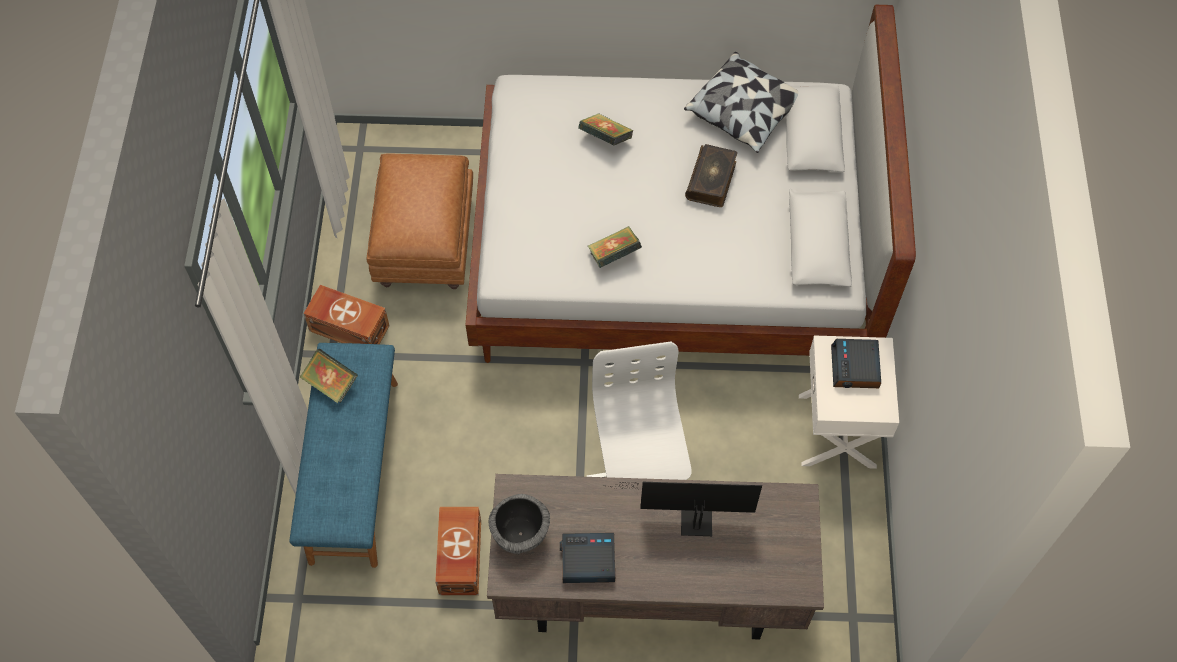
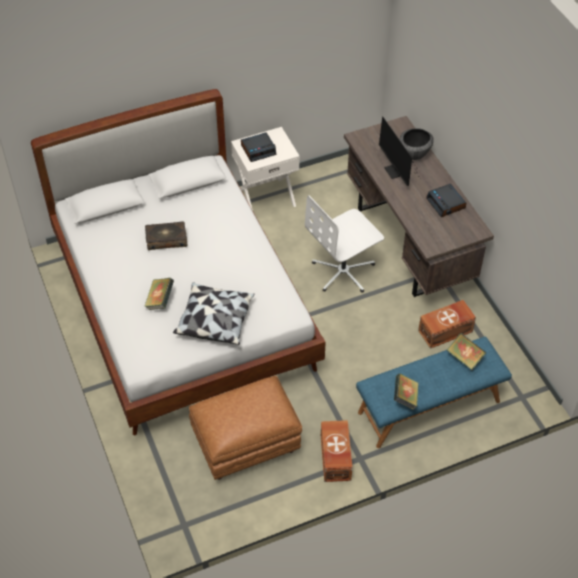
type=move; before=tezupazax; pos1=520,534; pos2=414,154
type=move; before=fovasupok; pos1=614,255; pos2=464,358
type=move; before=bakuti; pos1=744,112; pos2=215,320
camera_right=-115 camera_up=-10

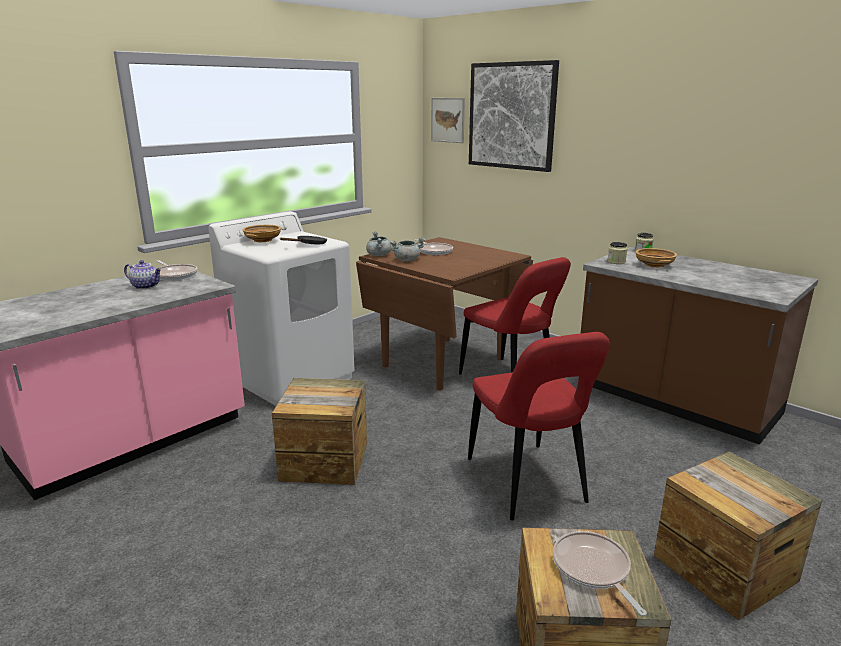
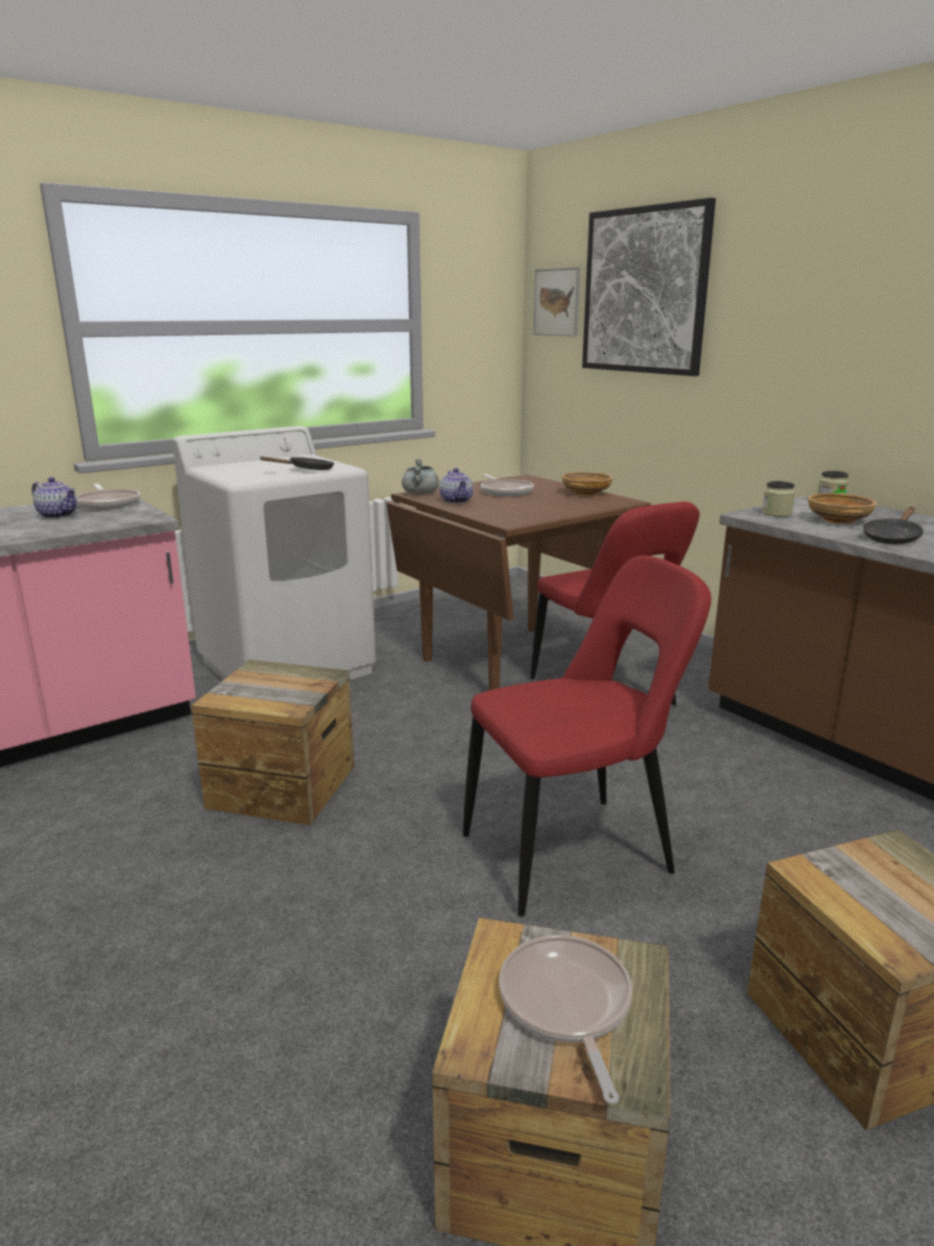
type=insert; after=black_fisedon; pos2=892,538
type=move; before=beige_tezupazax; pos1=263,240; pos2=586,493
type=replace; before=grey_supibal; after=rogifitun; pos1=407,260; pos2=457,501
type=rotate; before=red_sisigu; pos1=528,484; pos2=575,852; turn=-105
camera_right=10 camera_up=0

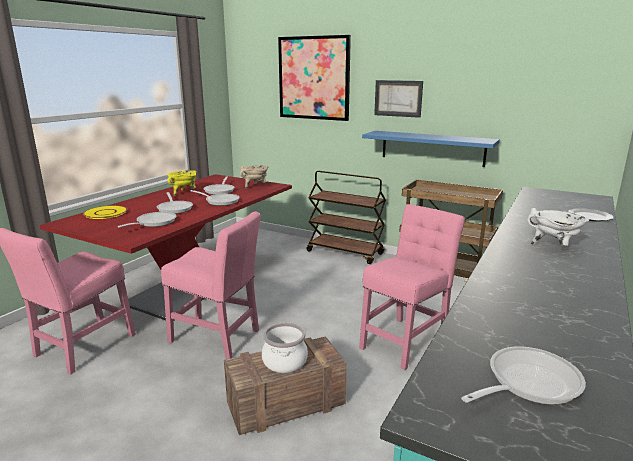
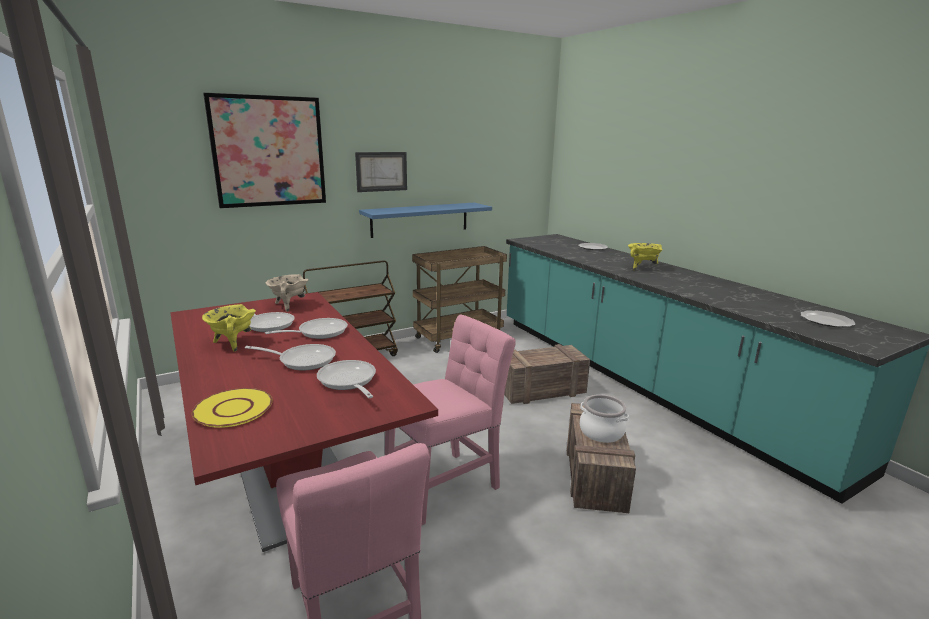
type=replace; before=pink_sisigu; after=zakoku; pos1=405,340; pos2=542,390
type=replace; before=fisedon; after=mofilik; pos1=527,383; pos2=826,321
type=recolor; before=white_supibal; after=yellow_supibal; pos1=554,247; pos2=642,268
camera_right=-60 camera_up=0

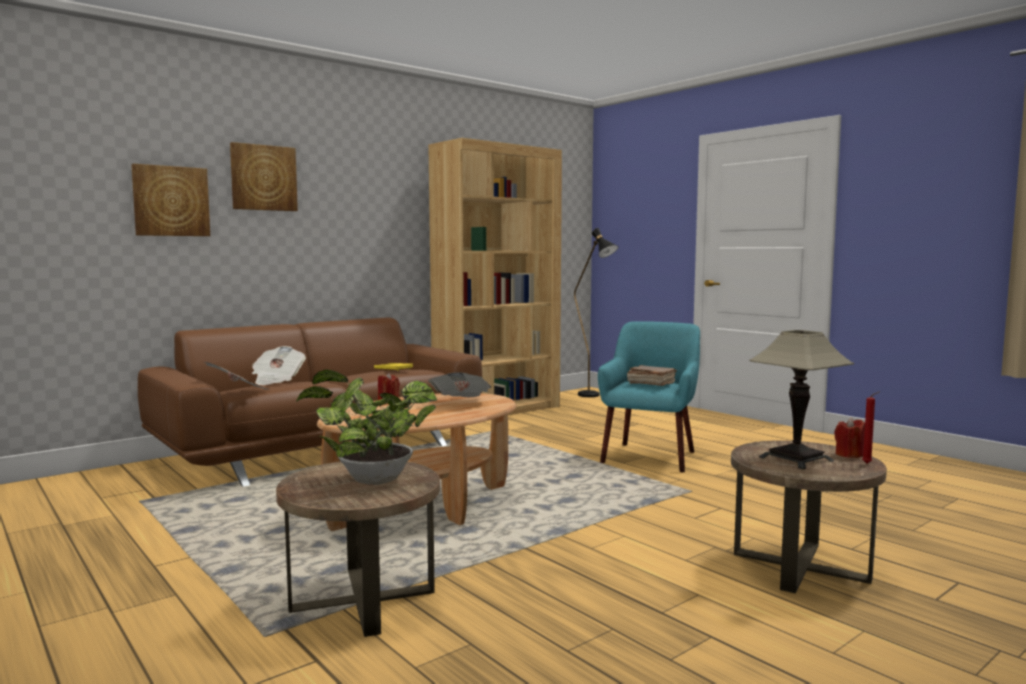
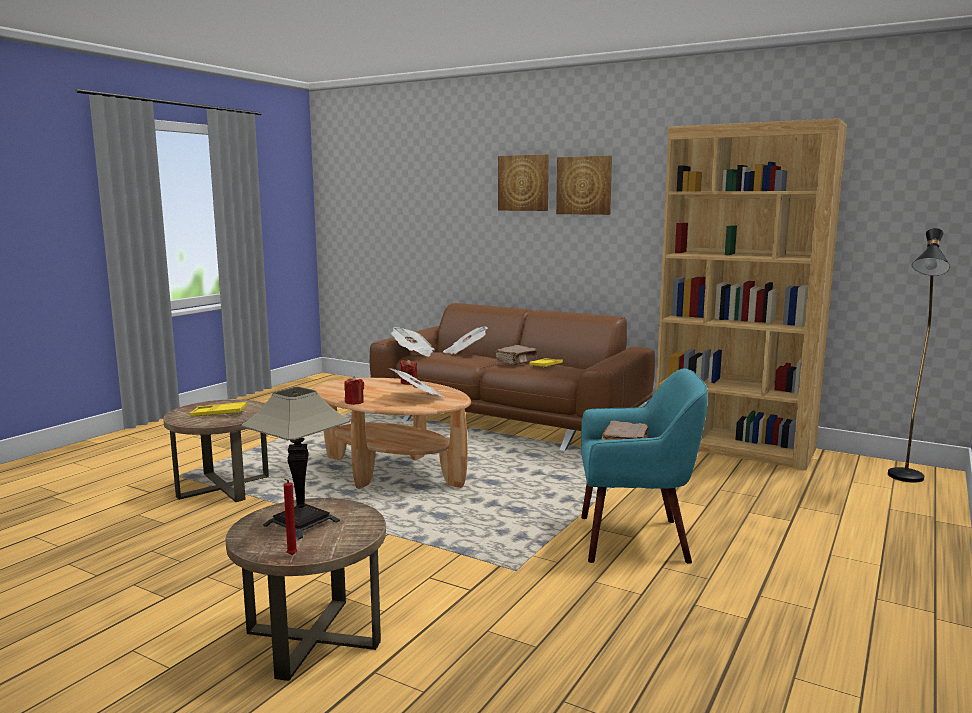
type=insert; after=brown_fovasupok; pos2=517,362
type=move; before=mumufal; pos1=171,201; pos2=584,185
type=move; before=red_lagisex; pos1=849,455; pos2=354,402
type=replace; before=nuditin; after=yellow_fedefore; pos1=370,480; pos2=218,413
camera_right=70 camera_up=5

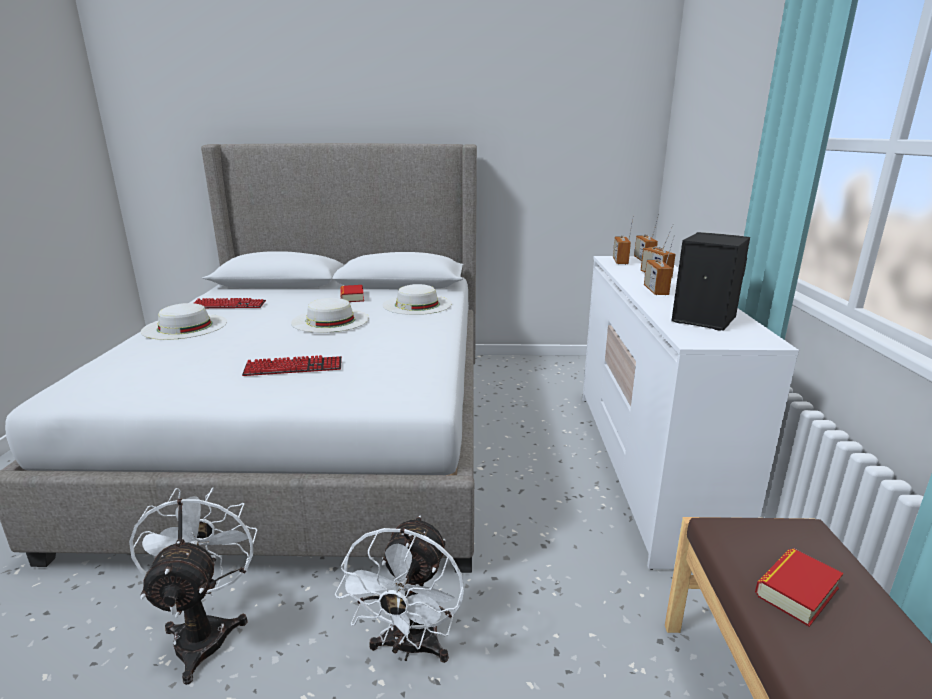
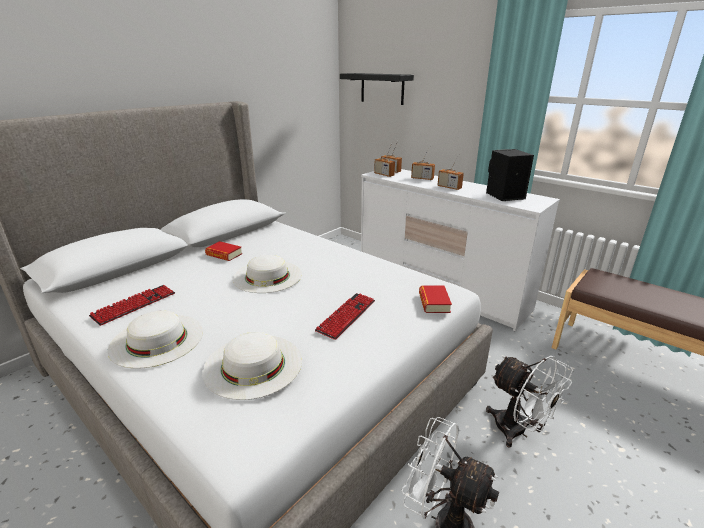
type=insert; after=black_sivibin; pos2=382,88
type=move; before=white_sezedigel; pos1=417,304; pos2=253,365
type=move; before=fovasupok; pos1=796,591; pos2=434,303
camera_right=-50 camera_up=5

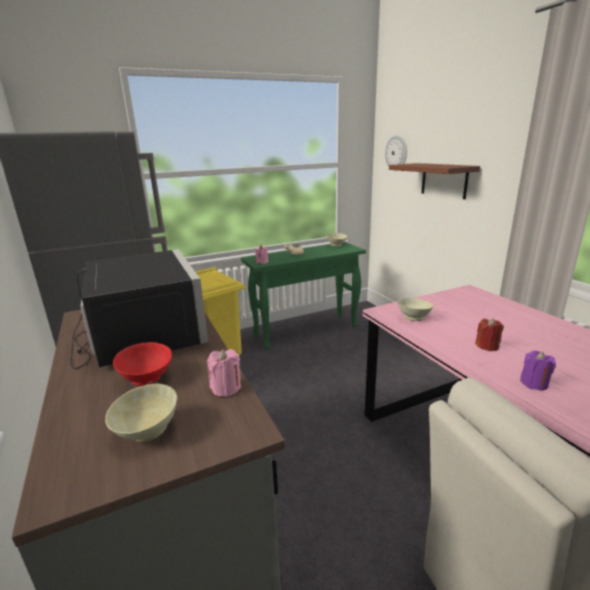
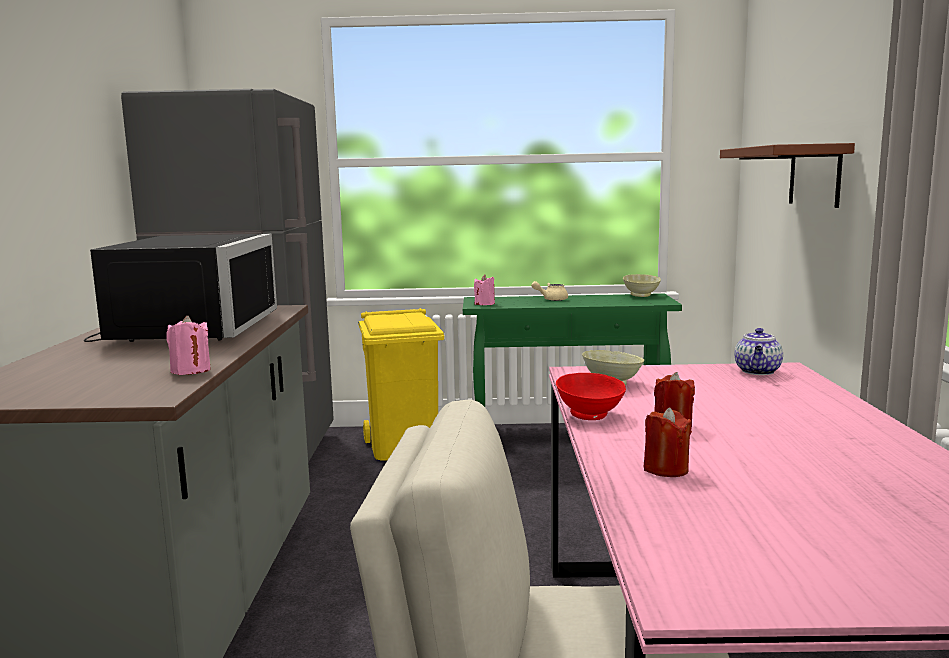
type=delete; before=beige_tezupazax; pos1=146,431
type=delete; before=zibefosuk; pos1=396,153
type=insert; after=rogifitun; pos2=758,371
type=move; before=red_tezupazax; pos1=146,379; pos2=589,416
type=recolor; before=purple_lagisex; after=red_lagisex; pos1=534,383; pos2=665,469
camera_right=25 camera_up=-10

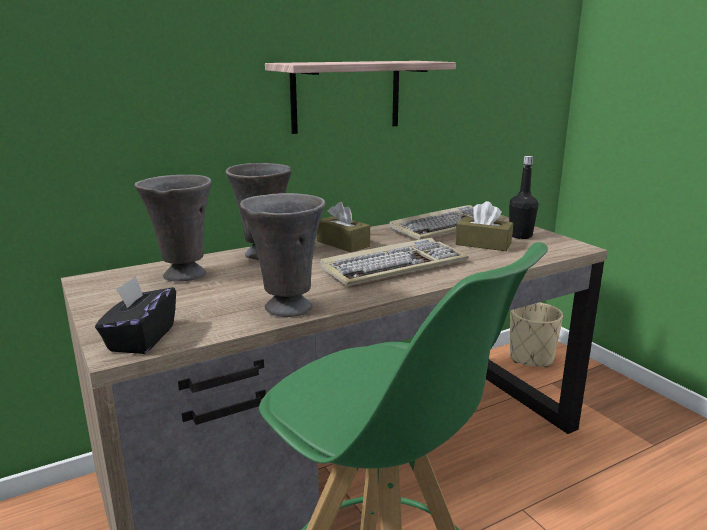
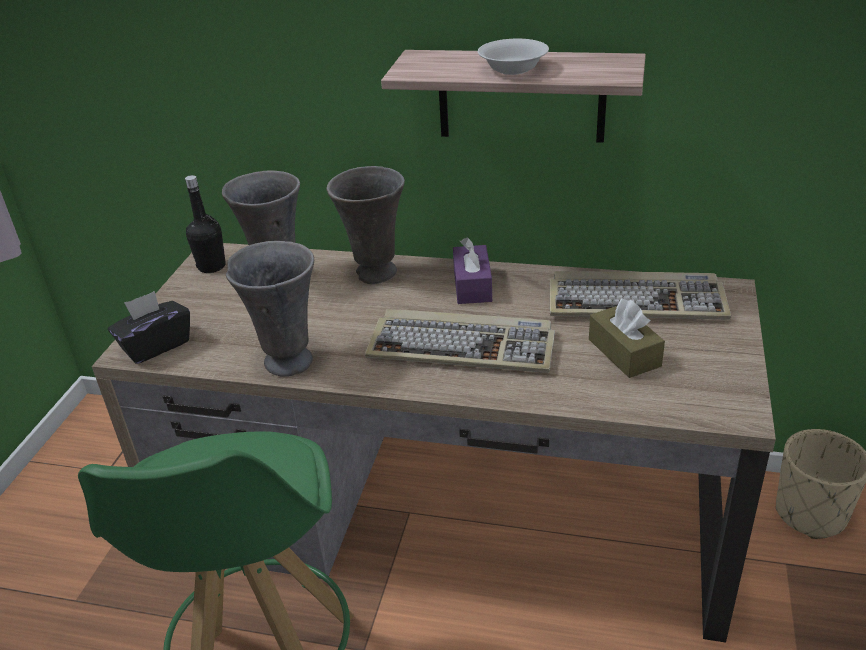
type=insert; after=white_tezupazax; pos2=513,69
type=move; before=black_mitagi; pos1=520,236; pos2=212,266
type=recolor; before=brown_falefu; after=purple_falefu; pos1=342,243; pos2=472,285
camera_right=45 camera_up=15

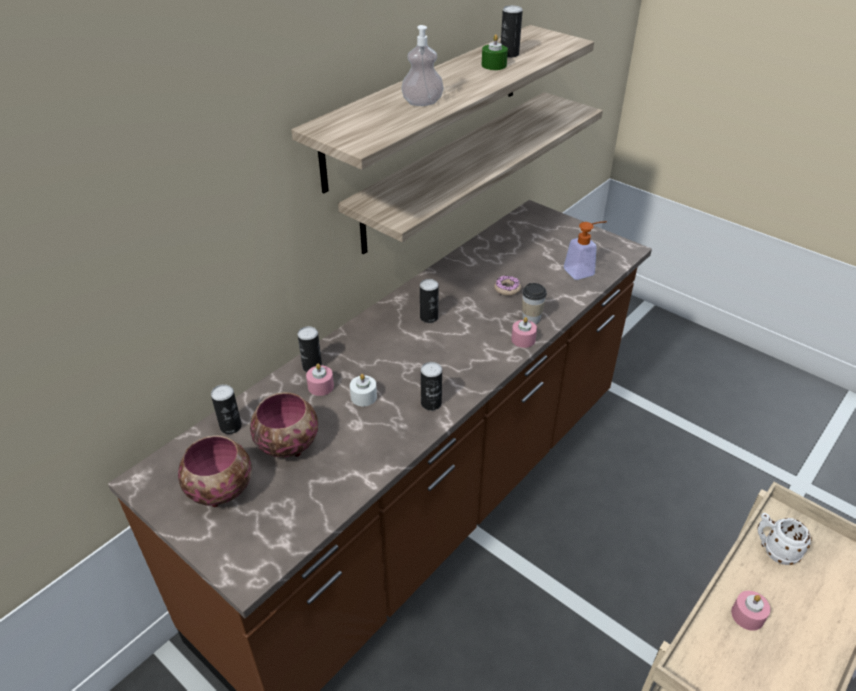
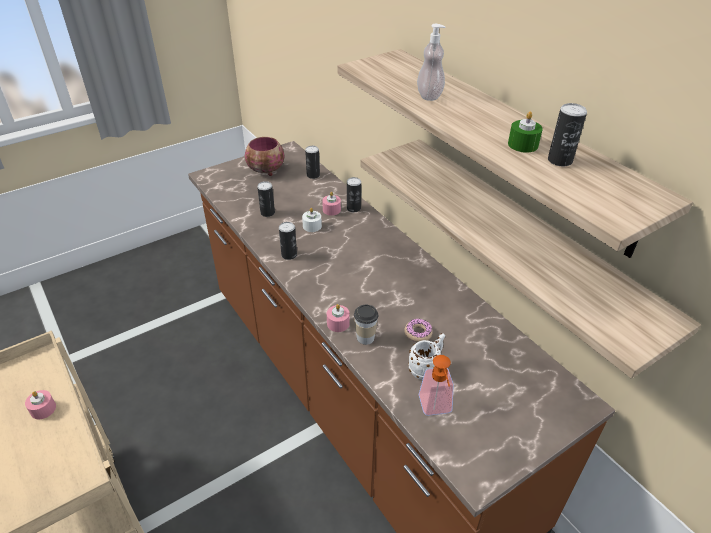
type=delete; before=tezupazax; pos1=287,443
type=move; before=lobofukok; pos1=429,317; pos2=267,213
type=move; before=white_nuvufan; pos1=774,550; pos2=426,368
camera_right=105 camera_up=0

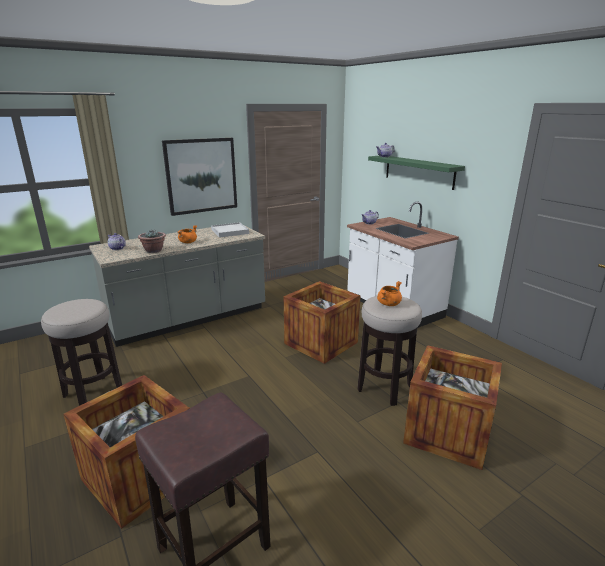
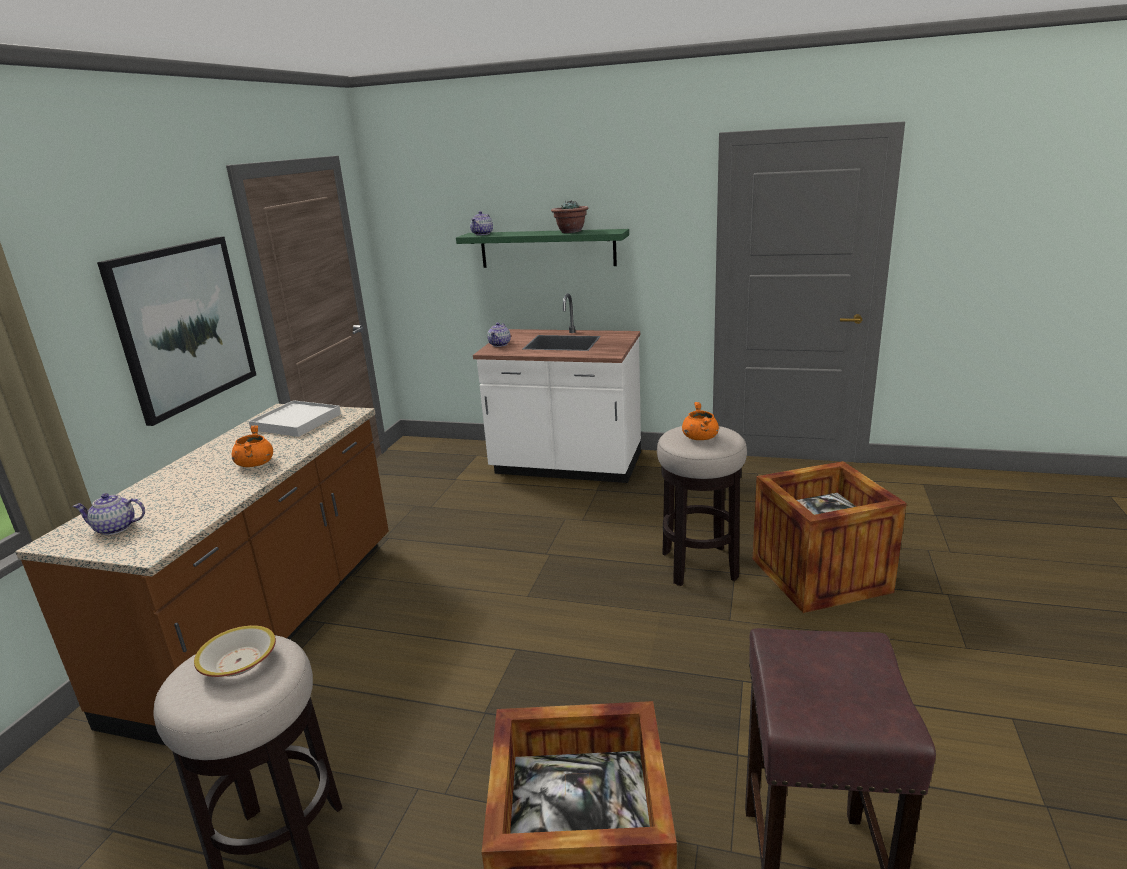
type=delete; before=zakoku; pos1=321,343
type=insert; after=tezupazax; pos2=239,661
type=move; before=nuditin; pos1=154,250; pos2=570,232
type=recolor; before=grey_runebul; after=brown_runebul; pos1=189,318; pos2=269,624
camera_right=-40 camera_up=0

